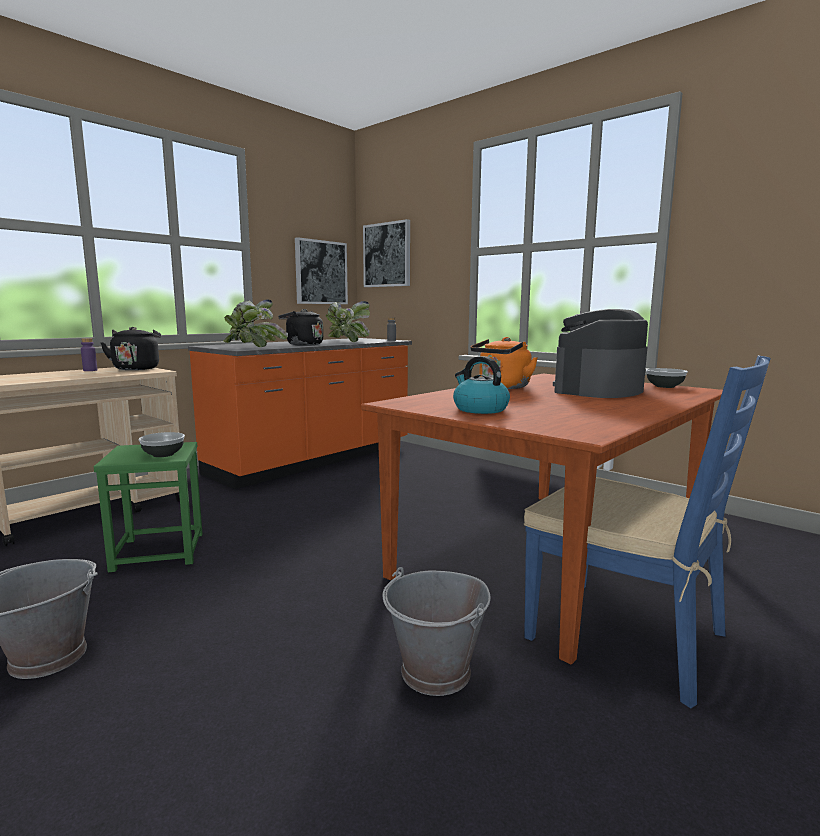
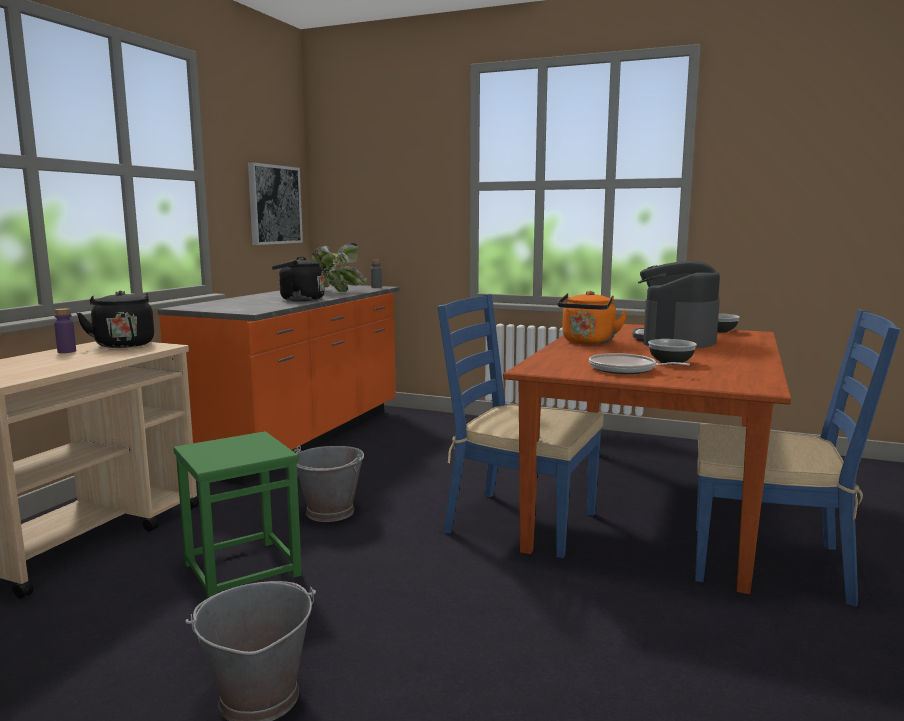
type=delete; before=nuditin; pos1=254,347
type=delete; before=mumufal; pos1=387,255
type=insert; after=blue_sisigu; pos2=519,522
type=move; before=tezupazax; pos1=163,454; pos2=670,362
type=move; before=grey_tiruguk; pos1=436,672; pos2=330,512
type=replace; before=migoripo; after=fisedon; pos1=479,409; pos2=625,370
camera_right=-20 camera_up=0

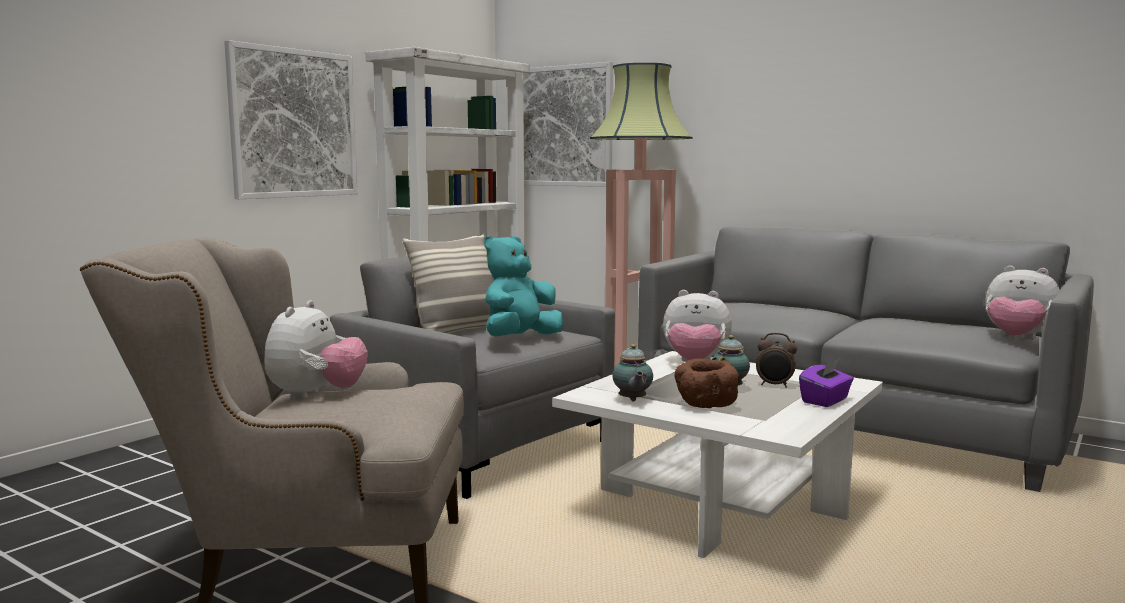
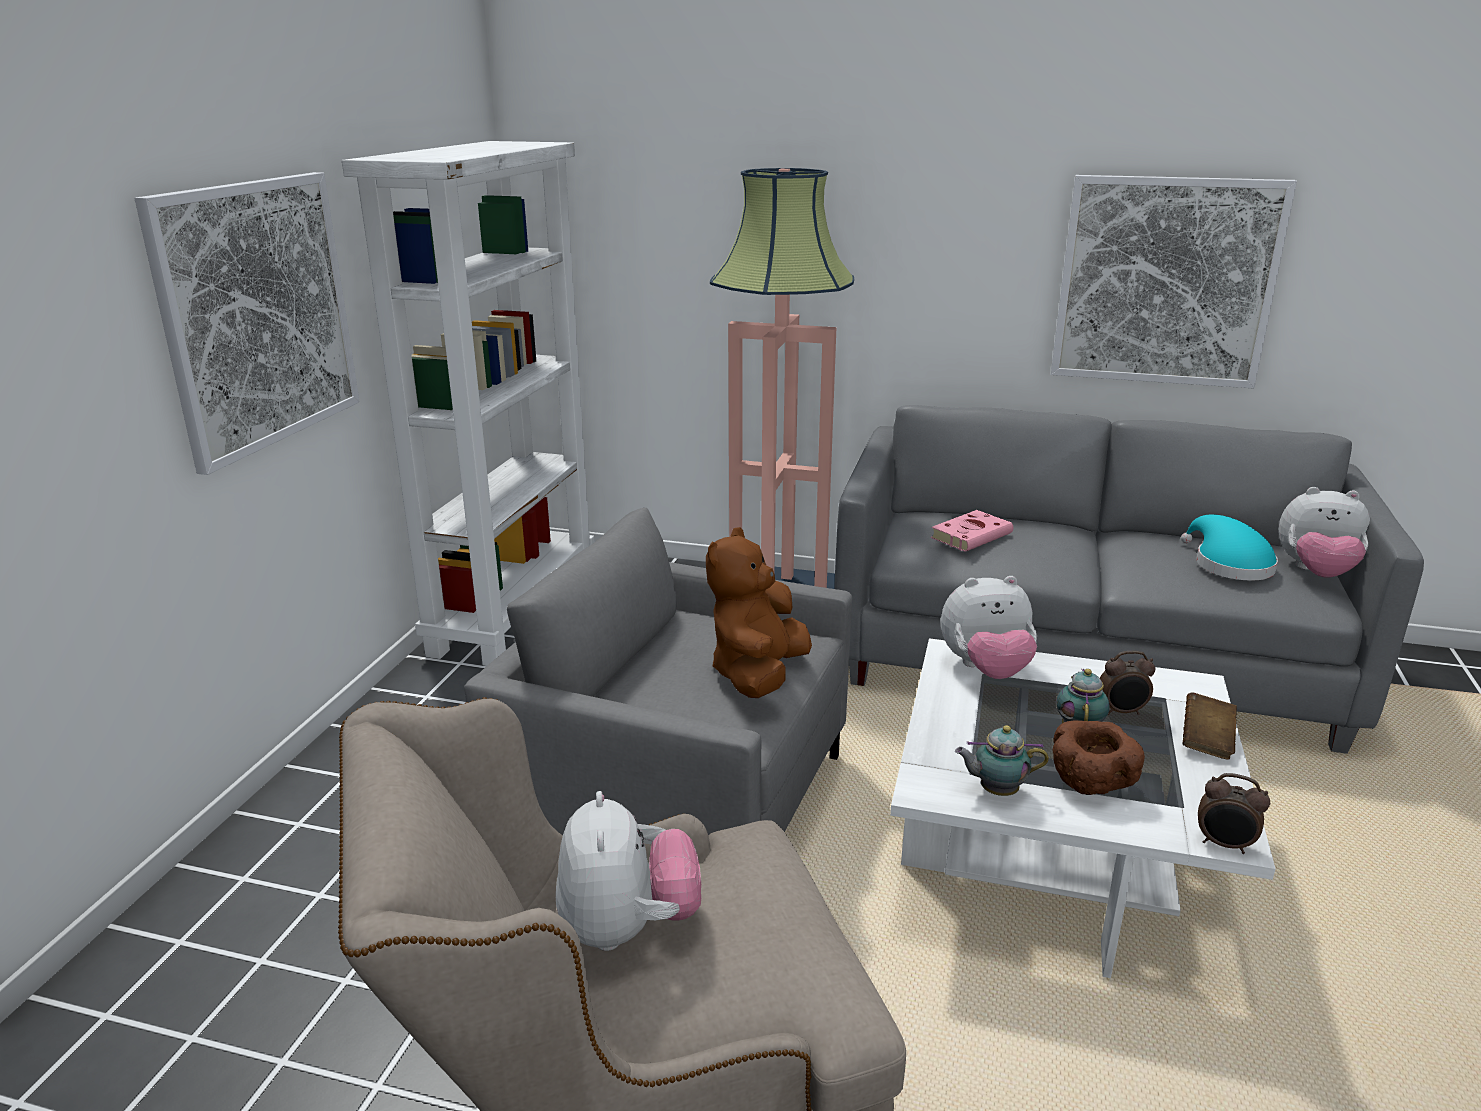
type=delete; before=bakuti; pos1=457,332
type=insert; after=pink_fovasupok; pos2=972,535
type=insert; after=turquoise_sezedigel; pos2=1228,564
type=insert; after=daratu; pos2=1224,845
type=move; before=mumufal; pos1=562,126; pos2=1165,282
type=replace; before=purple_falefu; after=brown_fovasupok; pos1=825,401; pos2=1206,740
type=recolor; before=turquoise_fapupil; after=brown_fapupil; pos1=520,339; pos2=758,675
type=rotate; before=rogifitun; pos1=632,400; pos2=996,791; turn=120
camera_right=-20 camera_up=15

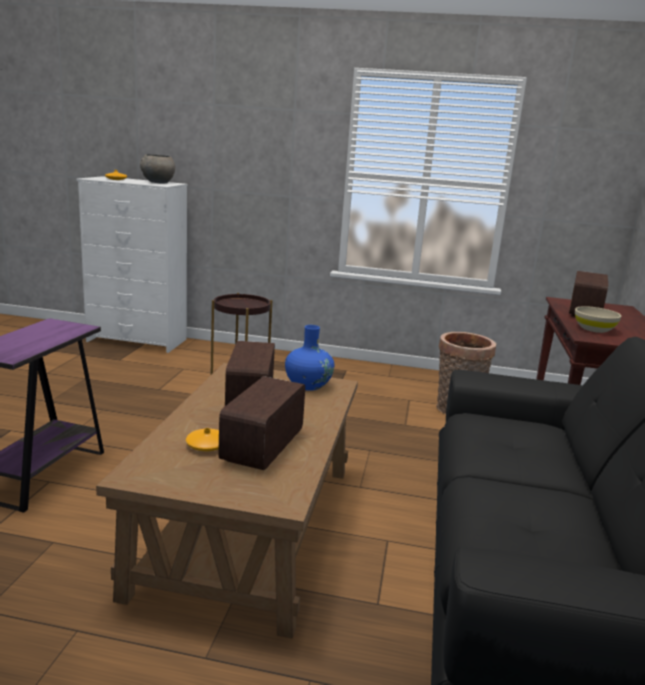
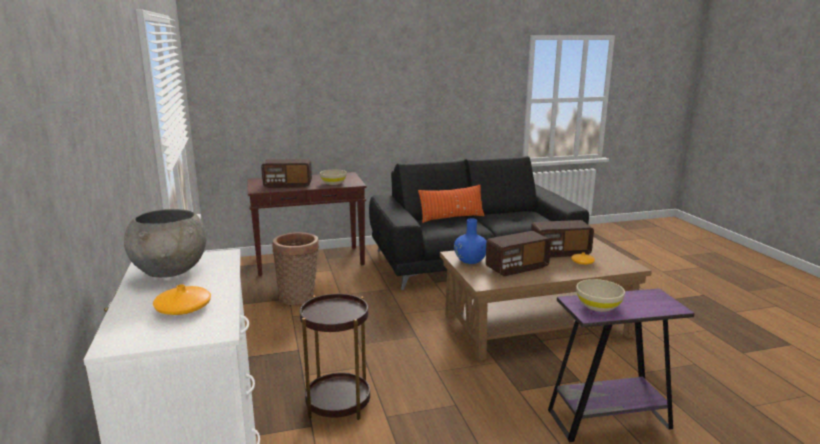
type=insert; after=orange_bakuti; pos2=451,218
type=insert; after=beige_tezupazax; pos2=598,306
camera_right=-115 camera_up=0

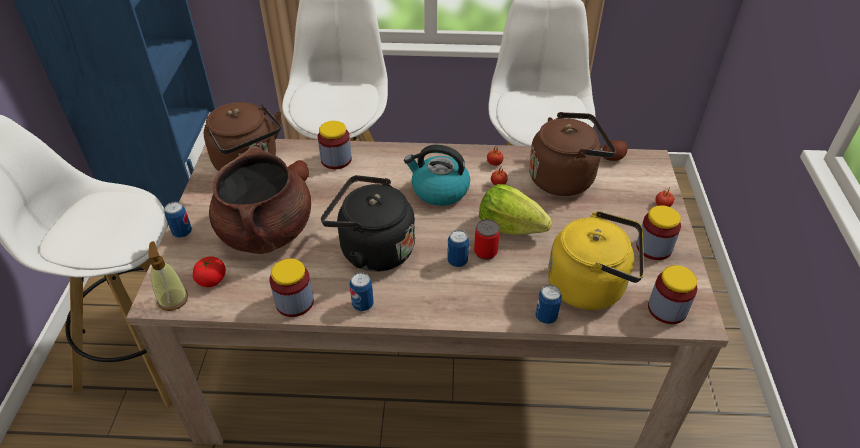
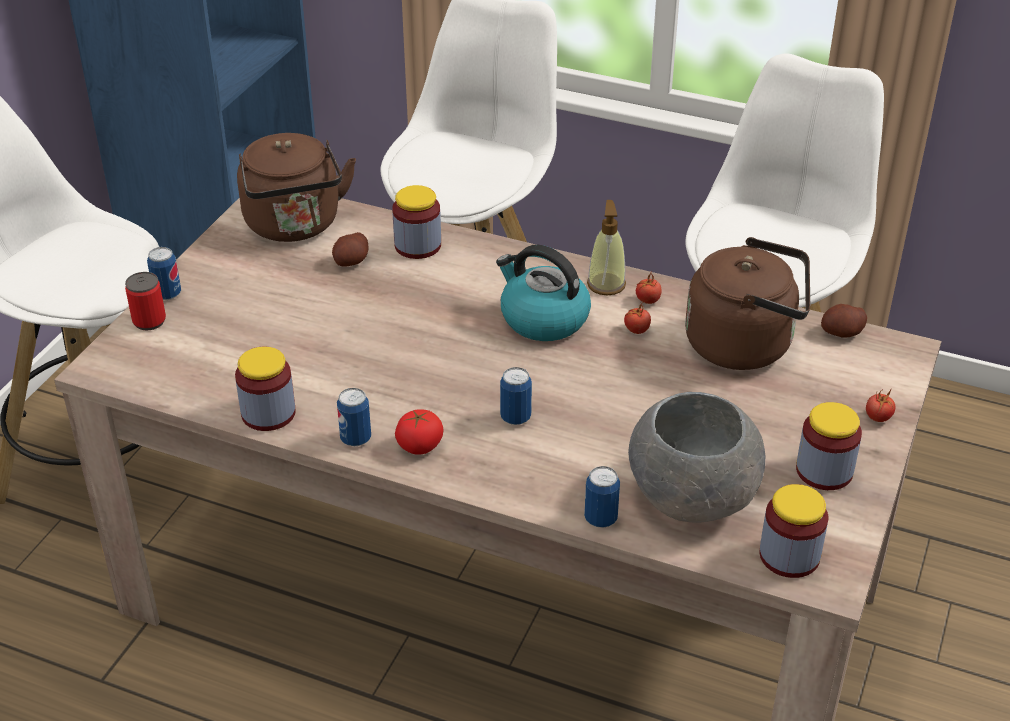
type=delete; before=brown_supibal; pos1=266,232
type=delete; before=black_migoripo; pos1=372,250
type=delete; before=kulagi; pos1=510,226
type=move; before=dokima; pos1=173,299; pos2=606,284
type=move; before=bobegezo; pos1=212,280; pos2=420,446
type=move; before=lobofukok; pos1=485,252; pos2=149,321
type=replace; before=yellow_migoripo; after=grey_tezupazax; pos1=591,286; pos2=692,497
camera_right=20 camera_up=-5

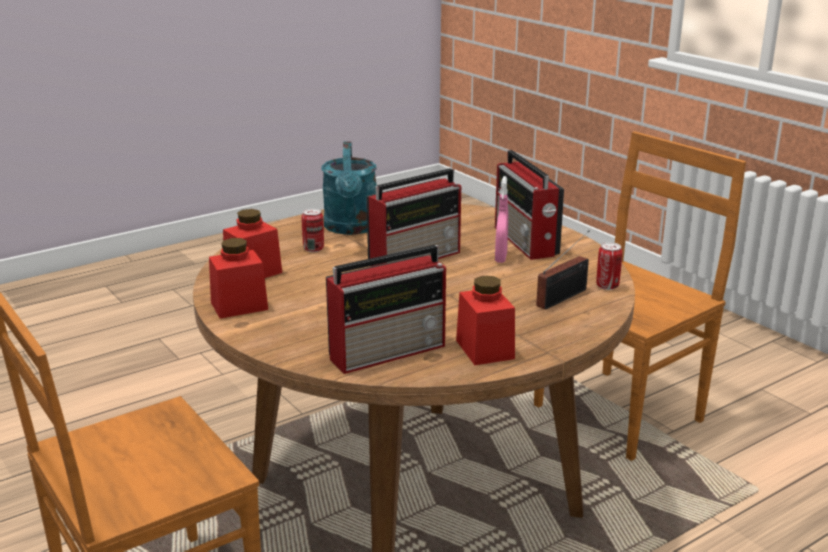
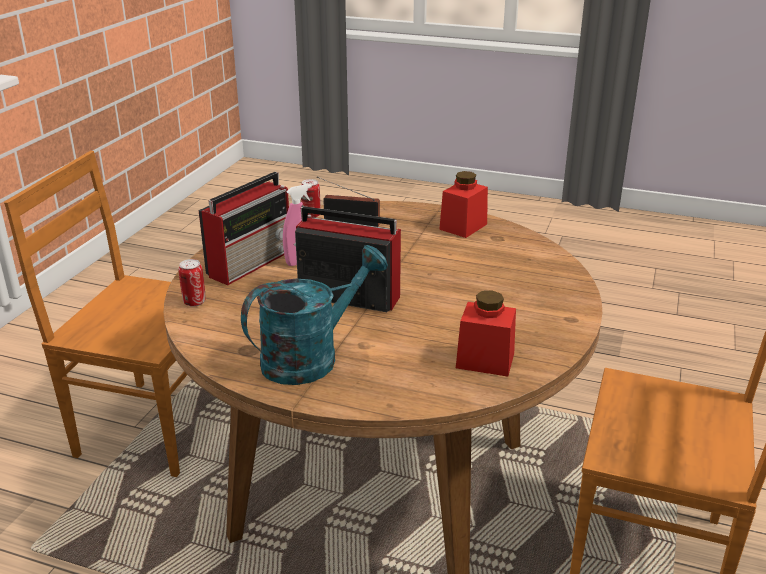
type=delete; before=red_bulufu; pos1=239,306
type=delete; before=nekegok; pos1=389,351
type=move; before=lobofukok; pos1=313,249; pos2=194,302
camera_right=-125 camera_up=5

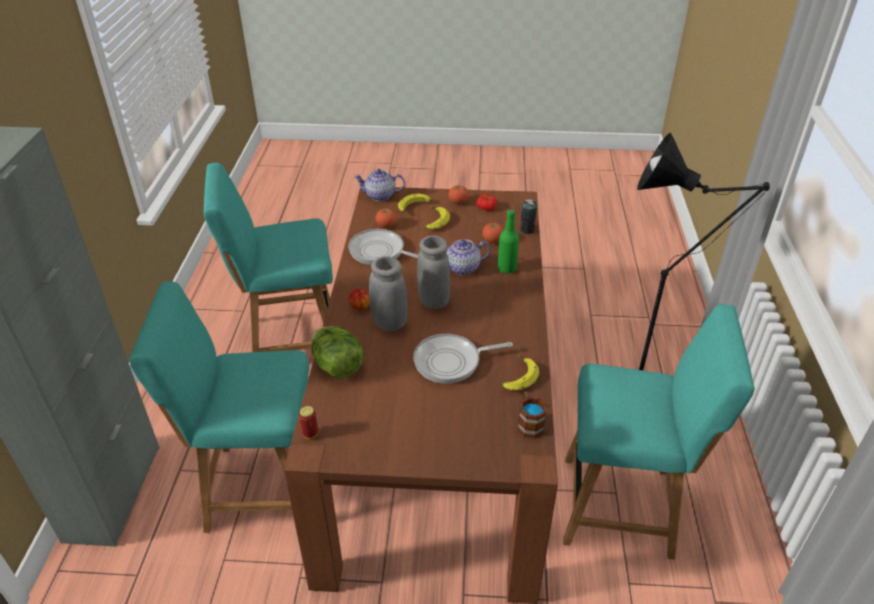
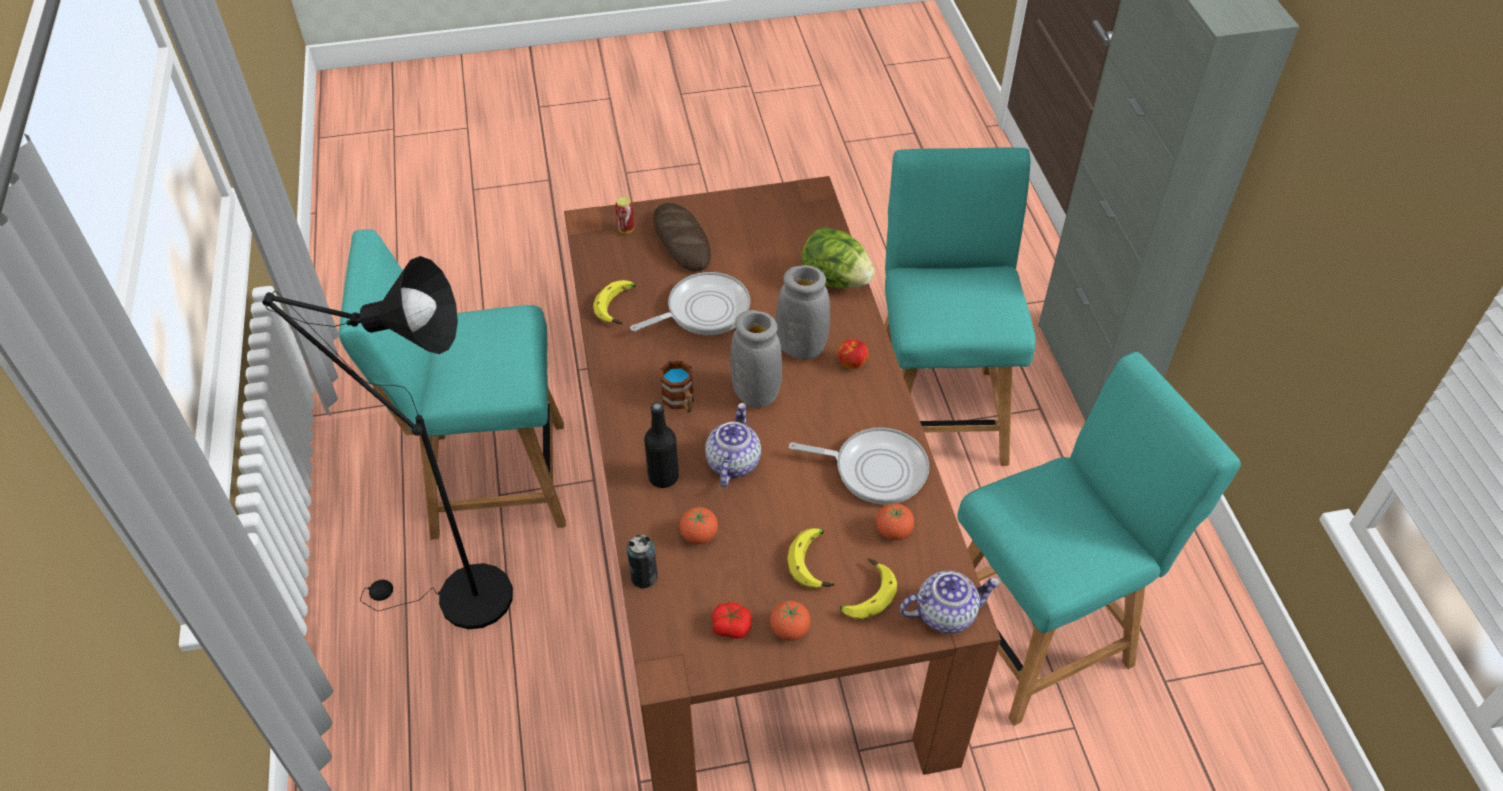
type=insert; after=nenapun; pos2=681,241
type=move; before=lobofukok; pos1=310,434; pos2=626,229
type=move; before=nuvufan; pos1=528,423; pos2=681,402
type=recolor; before=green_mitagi; after=black_mitagi; pos1=506,268; pos2=663,477
type=rotate; before=turquoise_sisigu; pos1=258,486; pos2=935,410; turn=-75
type=rotate; before=rogifitun; pos1=462,268; pos2=732,462; turn=-45
camera_right=165 camera_up=10

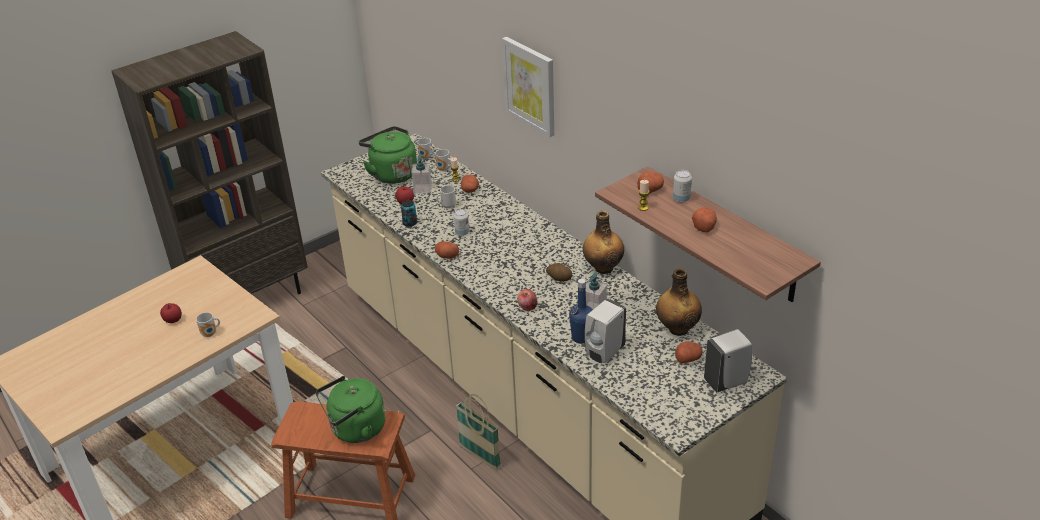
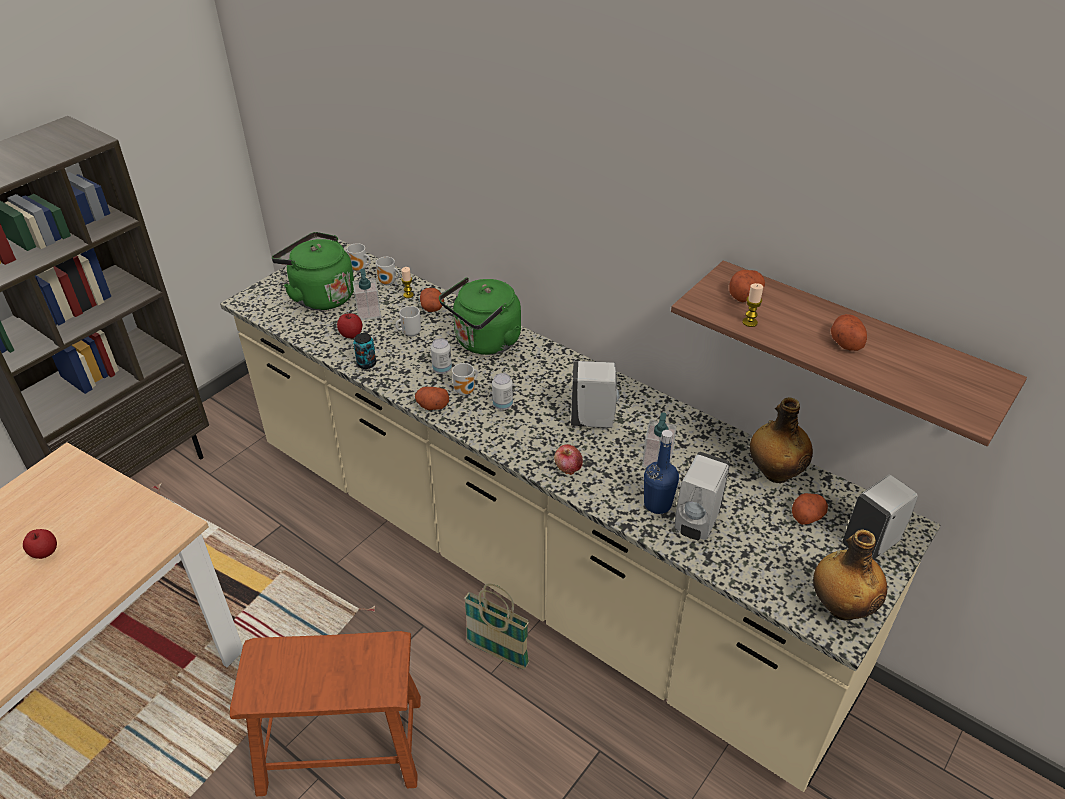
type=delete; before=mumufal; pos1=530,86
type=move; before=nuvufan; pos1=210,334; pos2=466,391
type=move; before=green_migoripo; pos1=355,429; pos2=484,342
type=move; before=mitagi; pos1=603,267; pos2=841,607
type=move; before=lobofukok; pos1=681,199; pos2=502,405
type=replace; before=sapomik; after=white_dokima; pos1=559,278; pos2=594,420
camera_right=-15 camera_up=5

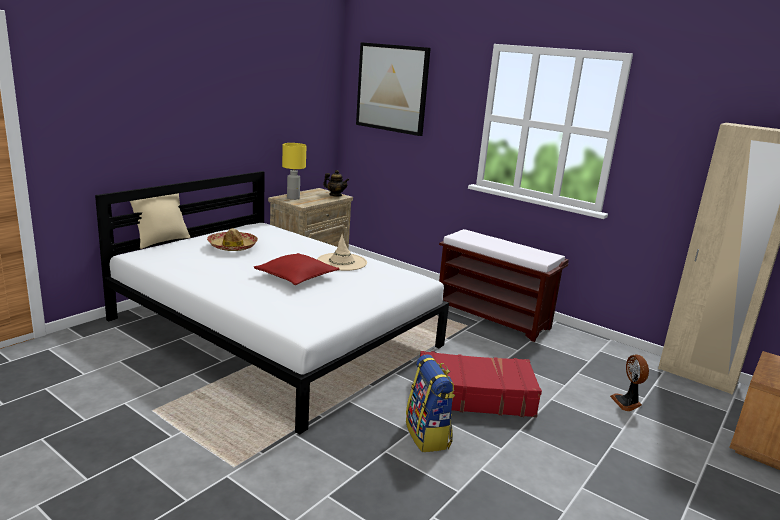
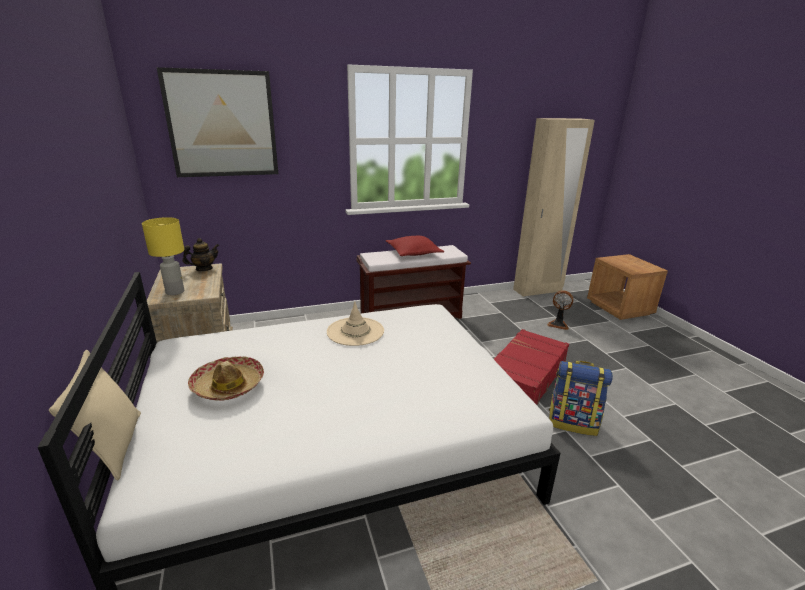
type=move; before=red_bakuti; pos1=296,277; pos2=413,253
camera_right=-55 camera_up=5

